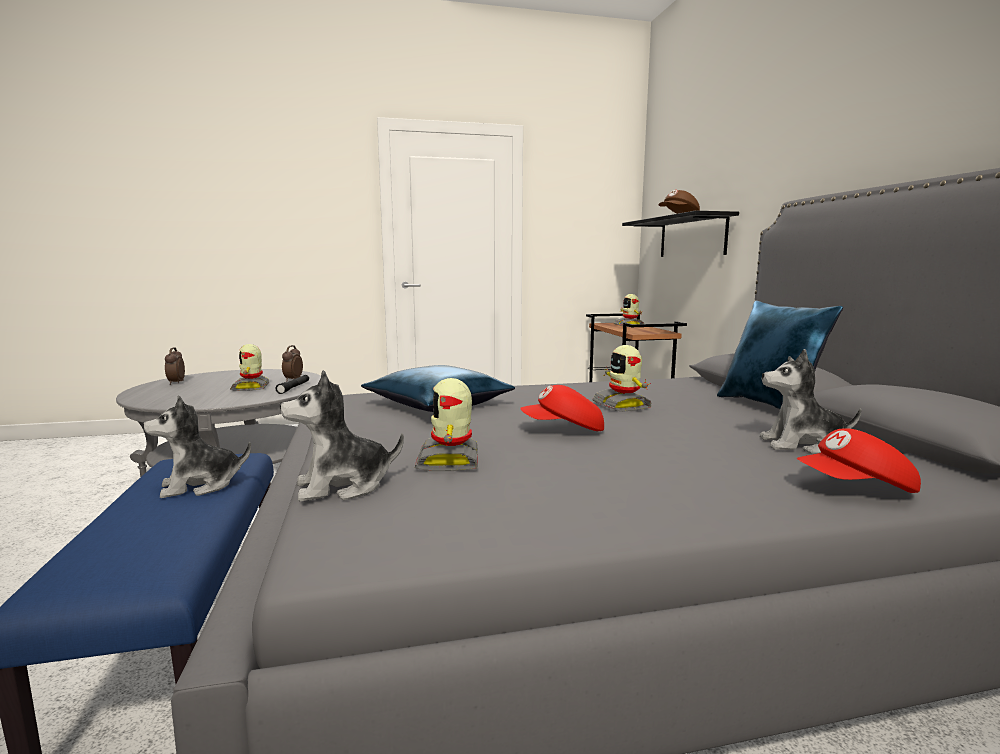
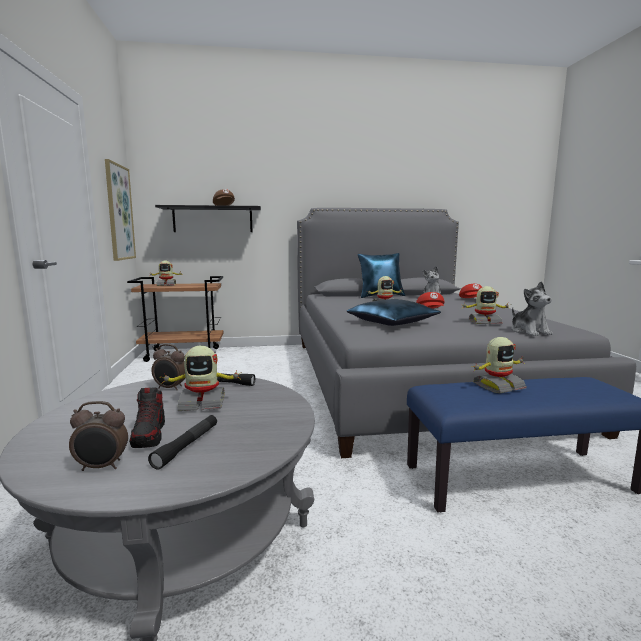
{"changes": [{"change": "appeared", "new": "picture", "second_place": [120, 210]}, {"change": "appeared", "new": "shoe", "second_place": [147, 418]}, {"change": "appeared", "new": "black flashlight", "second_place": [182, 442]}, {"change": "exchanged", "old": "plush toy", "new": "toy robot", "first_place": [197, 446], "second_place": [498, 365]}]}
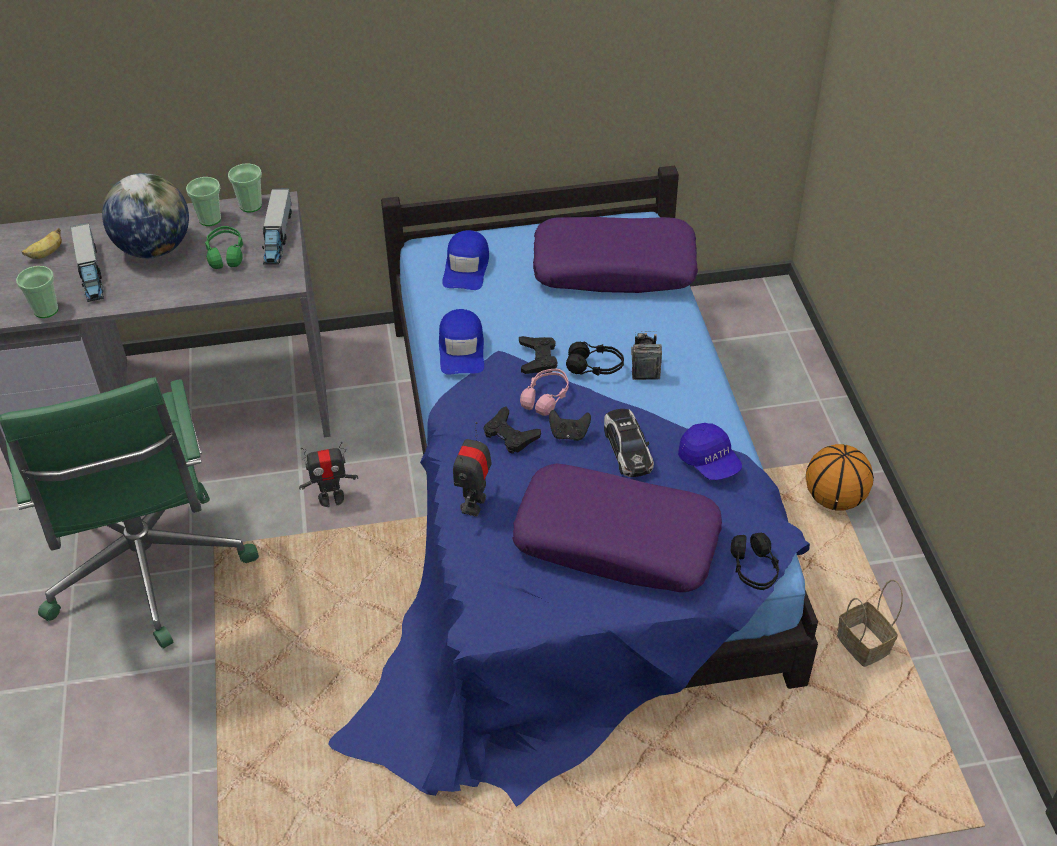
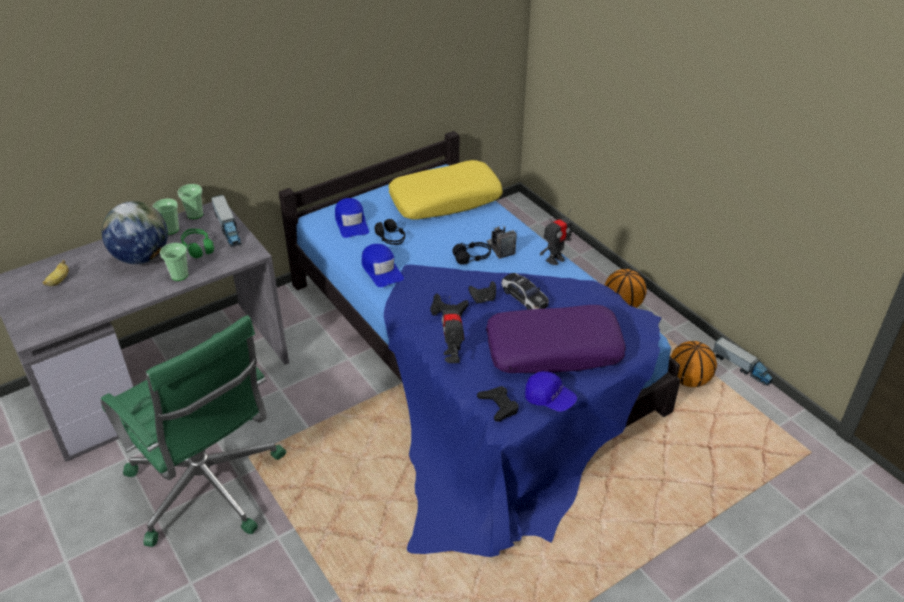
{"changes": [{"change": "missing", "old": "pink headphones", "first_place": [544, 392]}, {"change": "relocated", "old": "cup", "first_place": [37, 292], "second_place": [174, 262]}, {"change": "relocated", "old": "toy truck", "first_place": [87, 262], "second_place": [742, 361]}, {"change": "relocated", "old": "toy robot", "first_place": [328, 474], "second_place": [556, 237]}, {"change": "relocated", "old": "black game controller", "first_place": [538, 355], "second_place": [498, 404]}, {"change": "relocated", "old": "blue cap", "first_place": [710, 451], "second_place": [551, 391]}, {"change": "relocated", "old": "black headphones", "first_place": [755, 561], "second_place": [389, 232]}, {"change": "exchanged", "old": "basket", "new": "basketball", "first_place": [870, 623], "second_place": [694, 364]}, {"change": "colour", "old": "purple pillow", "new": "yellow pillow", "first_place": [615, 255], "second_place": [445, 189]}]}
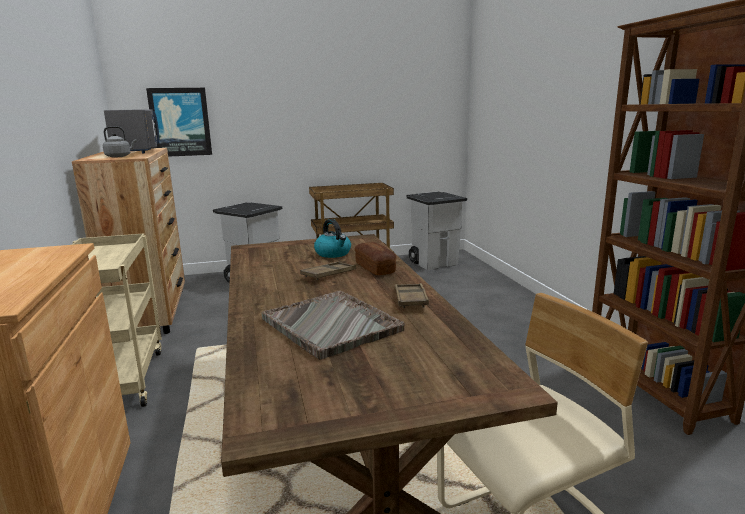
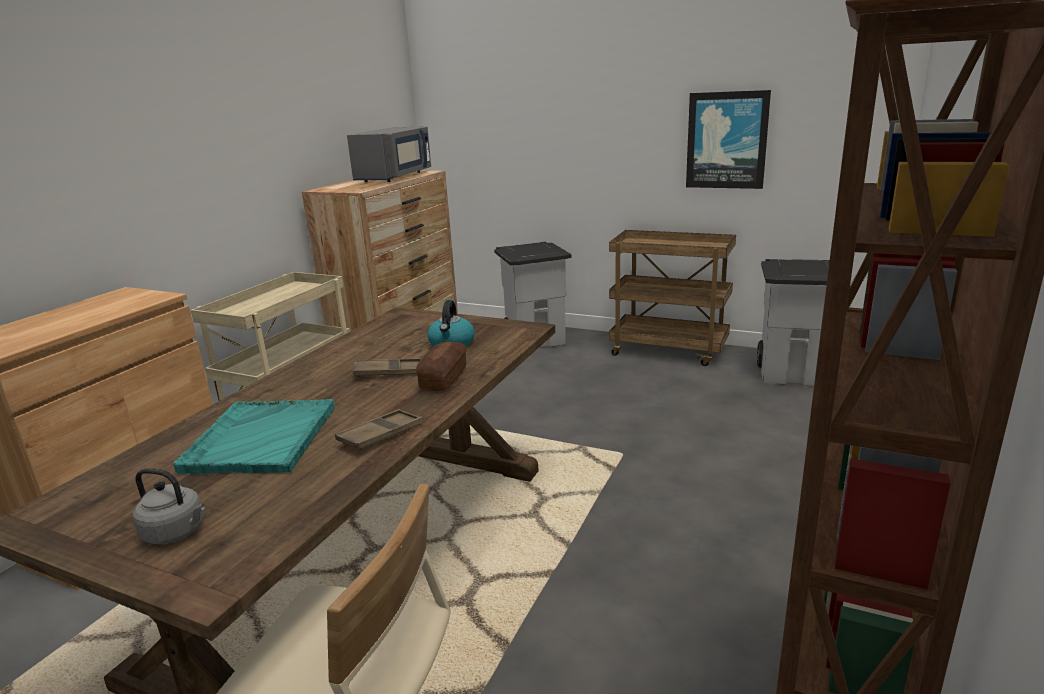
{"changes": [{"change": "relocated", "old": "grey kettle", "first_place": [120, 142], "second_place": [169, 506]}, {"change": "relocated", "old": "picture", "first_place": [179, 122], "second_place": [728, 139]}, {"change": "colour", "old": "grey tray", "new": "turquoise tray", "first_place": [333, 325], "second_place": [254, 436]}]}
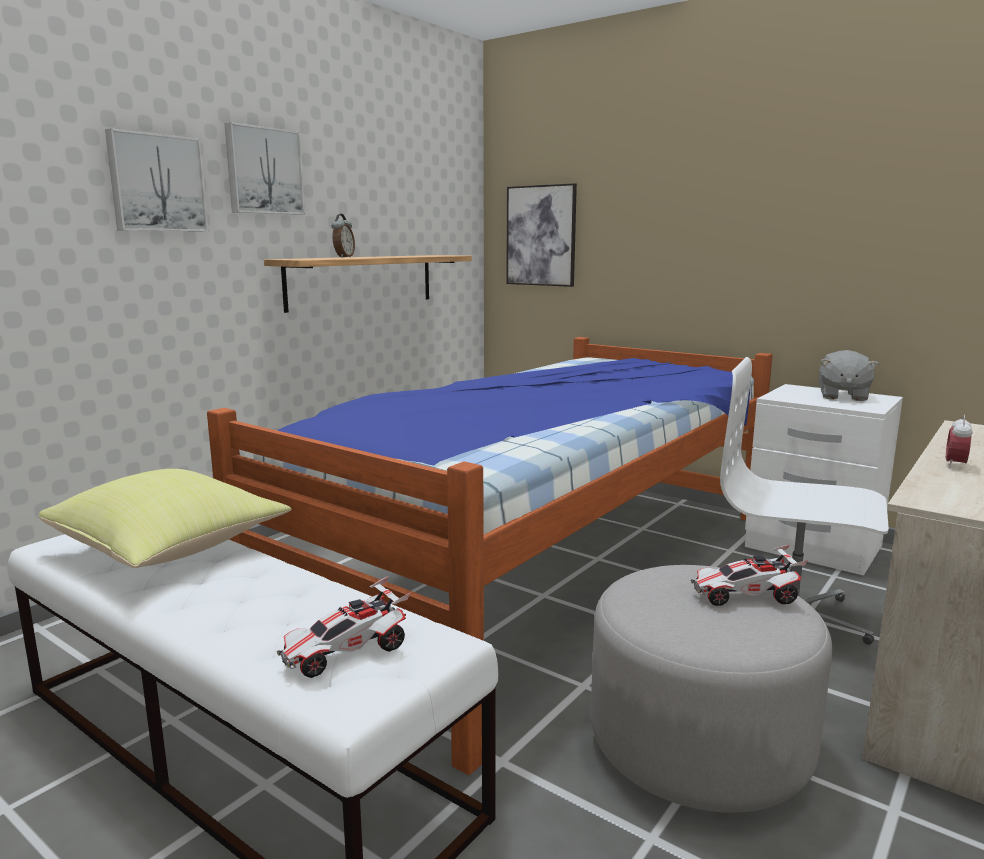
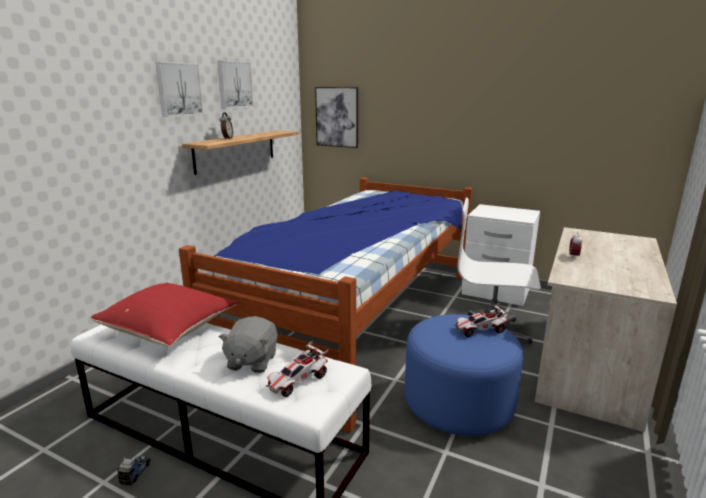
{"changes": [{"change": "appeared", "new": "toy truck", "second_place": [133, 470]}, {"change": "relocated", "old": "picture", "first_place": [157, 179], "second_place": [235, 84]}, {"change": "relocated", "old": "grey plush toy", "first_place": [849, 375], "second_place": [248, 344]}, {"change": "colour", "old": "yellow pillow", "new": "red pillow", "first_place": [165, 518], "second_place": [165, 314]}, {"change": "colour", "old": "grey ottoman", "new": "blue ottoman", "first_place": [711, 689], "second_place": [464, 375]}]}
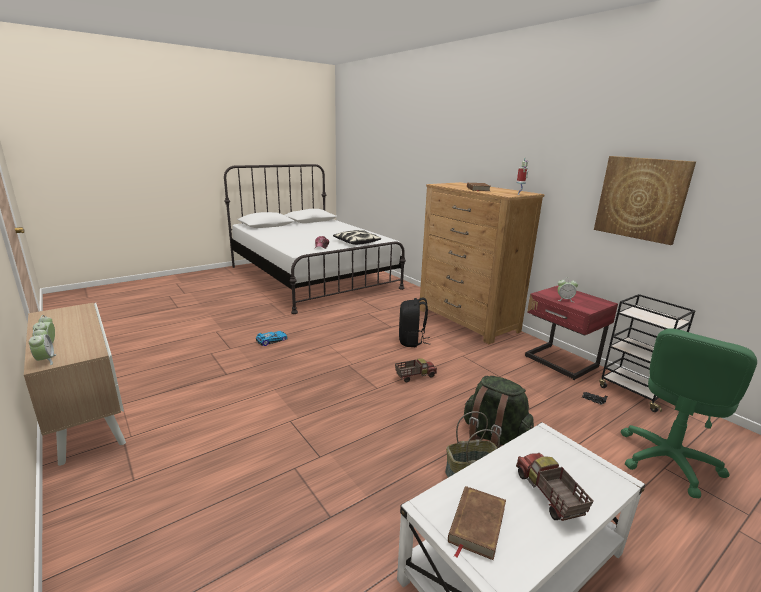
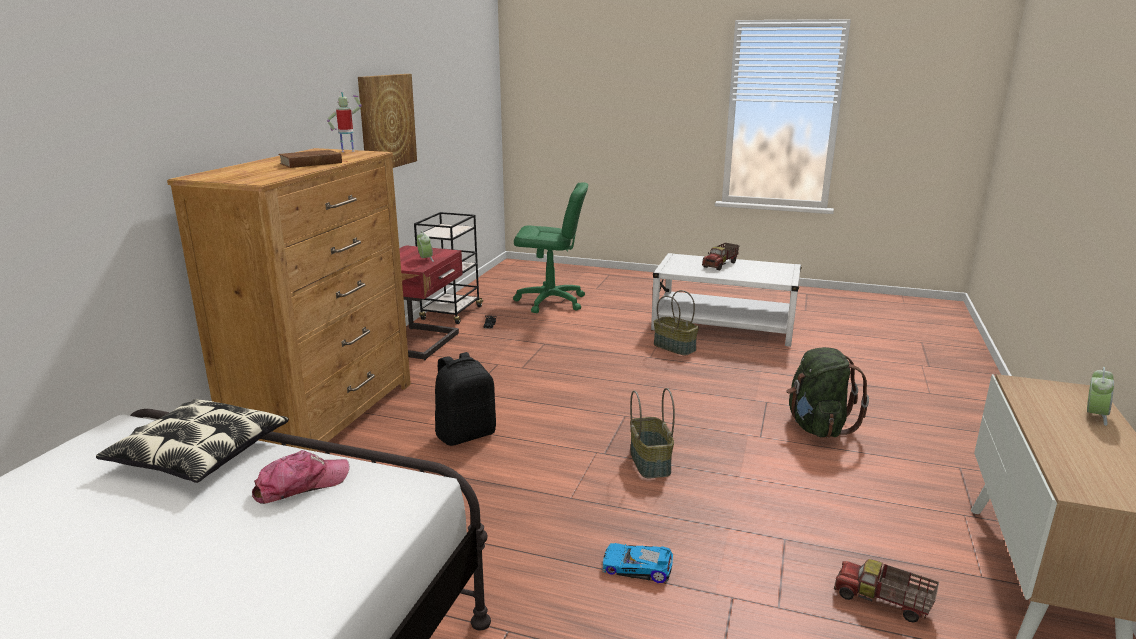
{"changes": [{"change": "missing", "old": "alarm clock", "first_place": [42, 346]}, {"change": "missing", "old": "brown book", "first_place": [477, 523]}, {"change": "appeared", "new": "basket", "second_place": [652, 433]}, {"change": "relocated", "old": "toy truck", "first_place": [416, 370], "second_place": [886, 591]}, {"change": "relocated", "old": "green backpack", "first_place": [499, 411], "second_place": [828, 392]}]}
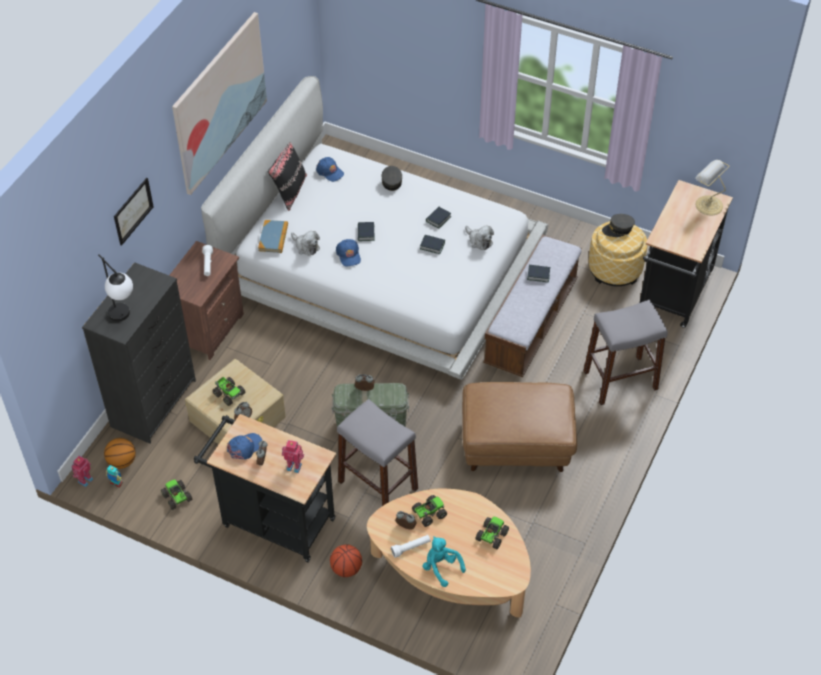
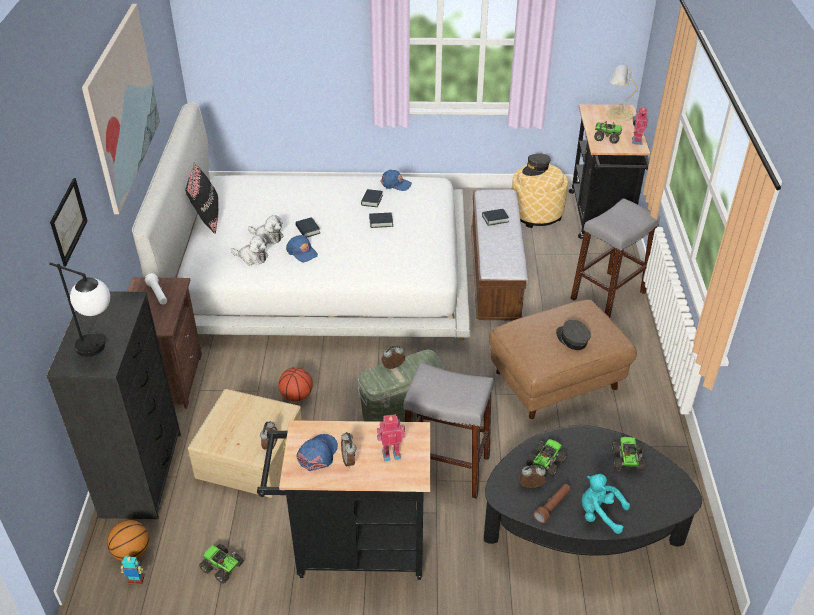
{"changes": [{"change": "missing", "old": "book", "first_place": [273, 236]}, {"change": "relocated", "old": "toy robot", "first_place": [82, 471], "second_place": [639, 126]}, {"change": "relocated", "old": "toy truck", "first_place": [229, 391], "second_place": [608, 132]}, {"change": "relocated", "old": "blue cap", "first_place": [330, 169], "second_place": [396, 180]}, {"change": "relocated", "old": "basketball", "first_place": [346, 560], "second_place": [295, 384]}, {"change": "relocated", "old": "grey cap", "first_place": [392, 178], "second_place": [573, 335]}, {"change": "relocated", "old": "plush toy", "first_place": [479, 238], "second_place": [266, 229]}, {"change": "colour", "old": "beige coffee table", "new": "black coffee table", "first_place": [449, 552], "second_place": [593, 490]}, {"change": "colour", "old": "white flashlight", "new": "brown flashlight", "first_place": [410, 546], "second_place": [552, 503]}]}
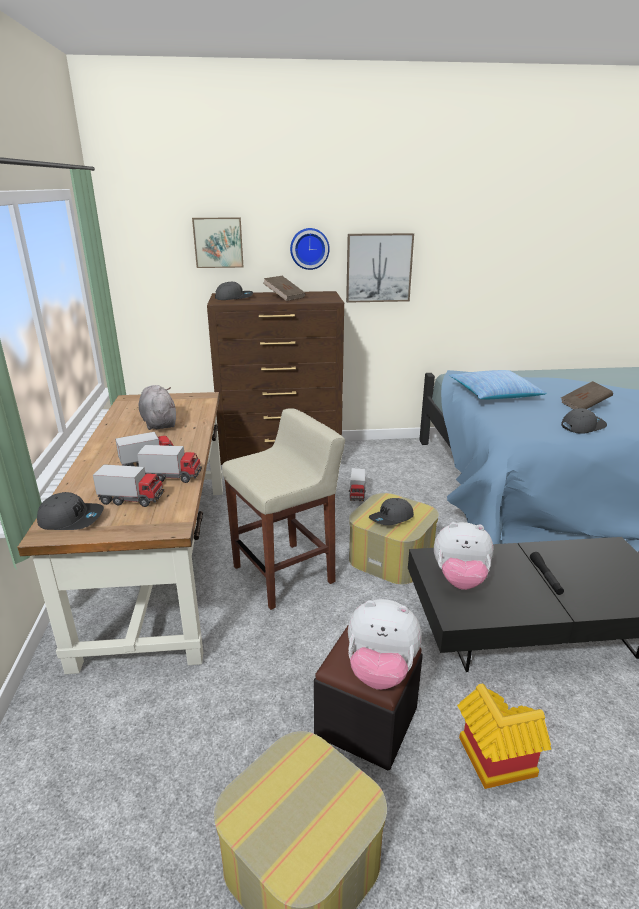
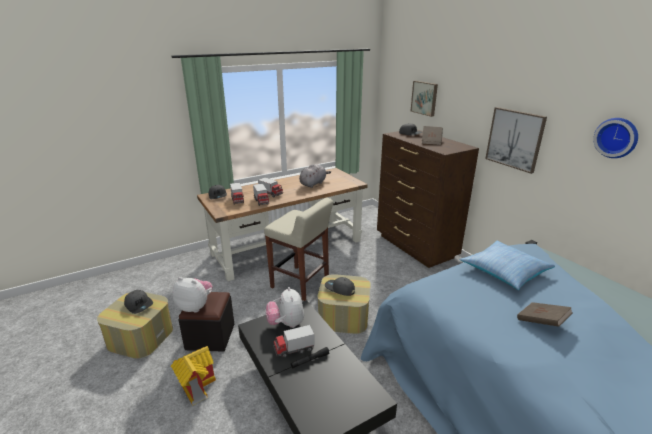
{"changes": [{"change": "relocated", "old": "wall clock", "first_place": [310, 249], "second_place": [615, 138]}, {"change": "relocated", "old": "toy truck", "first_place": [357, 484], "second_place": [294, 341]}, {"change": "relocated", "old": "grey cap", "first_place": [584, 421], "second_place": [138, 302]}, {"change": "spun", "old": "plush toy", "first_place": [385, 644], "second_place": [192, 295], "degrees": 120}]}
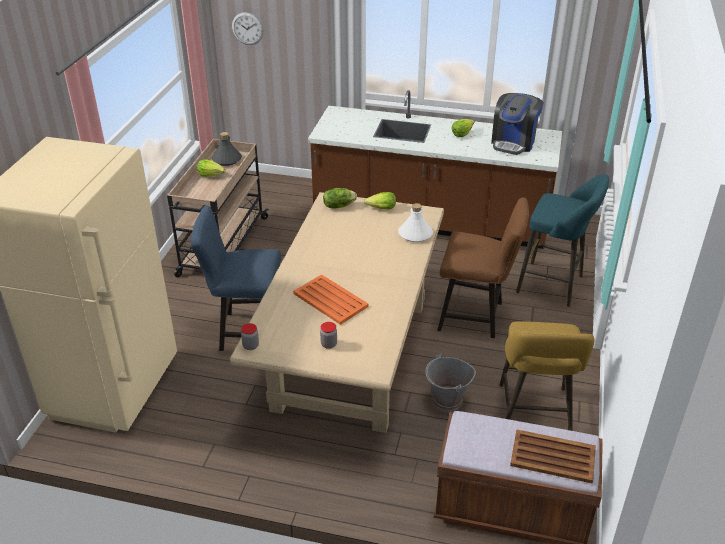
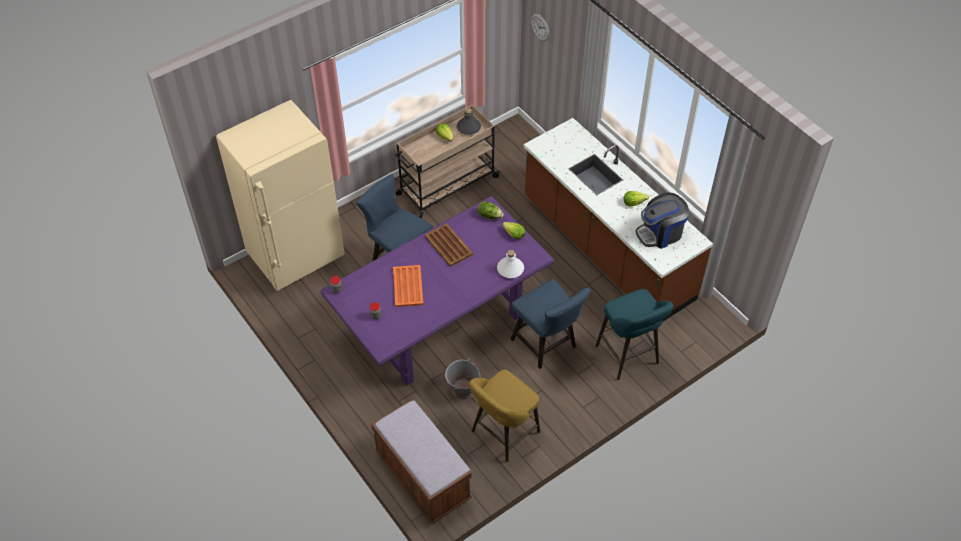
{"changes": [{"change": "relocated", "old": "brown tray", "first_place": [553, 456], "second_place": [449, 245]}, {"change": "colour", "old": "beige dining table", "new": "purple dining table", "first_place": [337, 312], "second_place": [437, 290]}, {"change": "colour", "old": "brown chair", "new": "blue chair", "first_place": [483, 268], "second_place": [550, 324]}]}
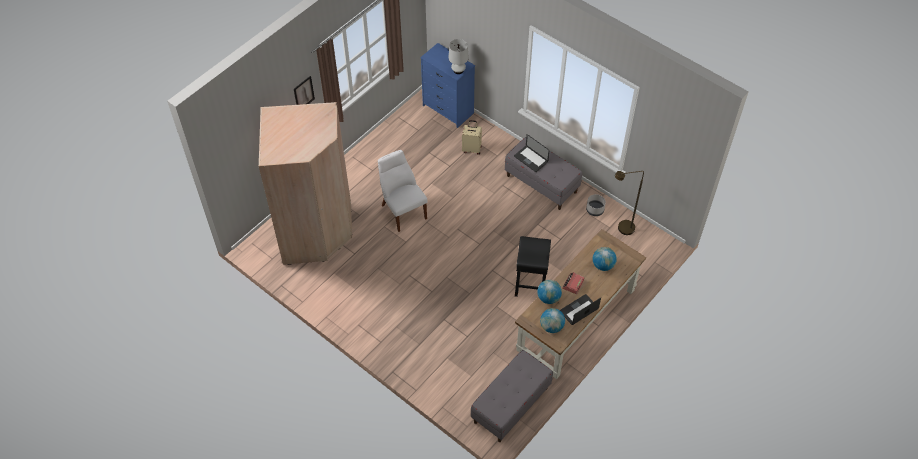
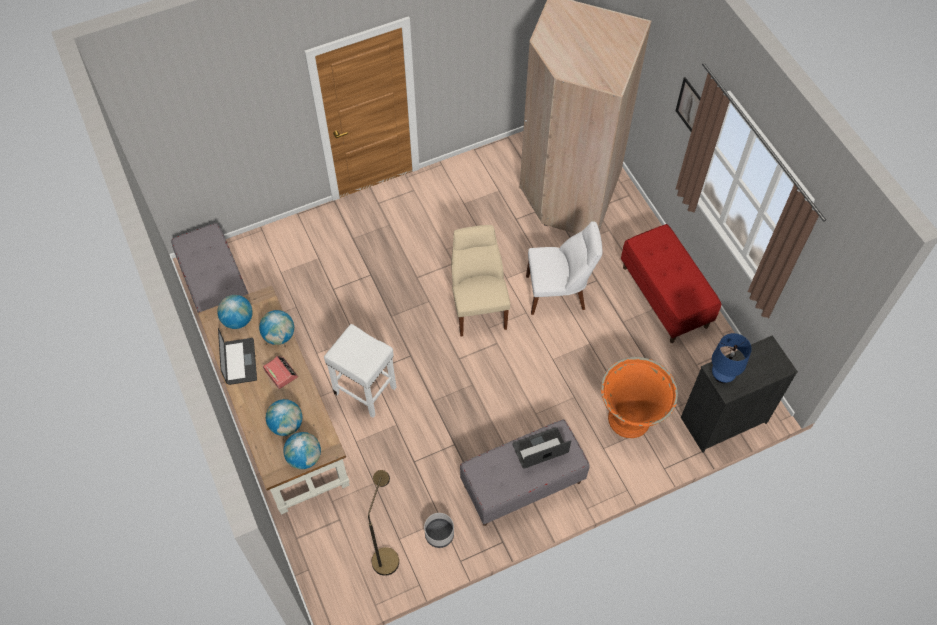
{"changes": [{"change": "appeared", "new": "globe", "second_place": [302, 450]}, {"change": "appeared", "new": "beige chair", "second_place": [480, 280]}, {"change": "appeared", "new": "red bench", "second_place": [671, 283]}, {"change": "exchanged", "old": "beige suitcase", "new": "orange planter", "first_place": [472, 137], "second_place": [639, 397]}, {"change": "colour", "old": "blue dresser", "new": "black dresser", "first_place": [447, 85], "second_place": [739, 394]}, {"change": "colour", "old": "white table lamp", "new": "blue table lamp", "first_place": [459, 56], "second_place": [732, 358]}, {"change": "colour", "old": "black stool", "new": "white stool", "first_place": [533, 266], "second_place": [360, 371]}]}
